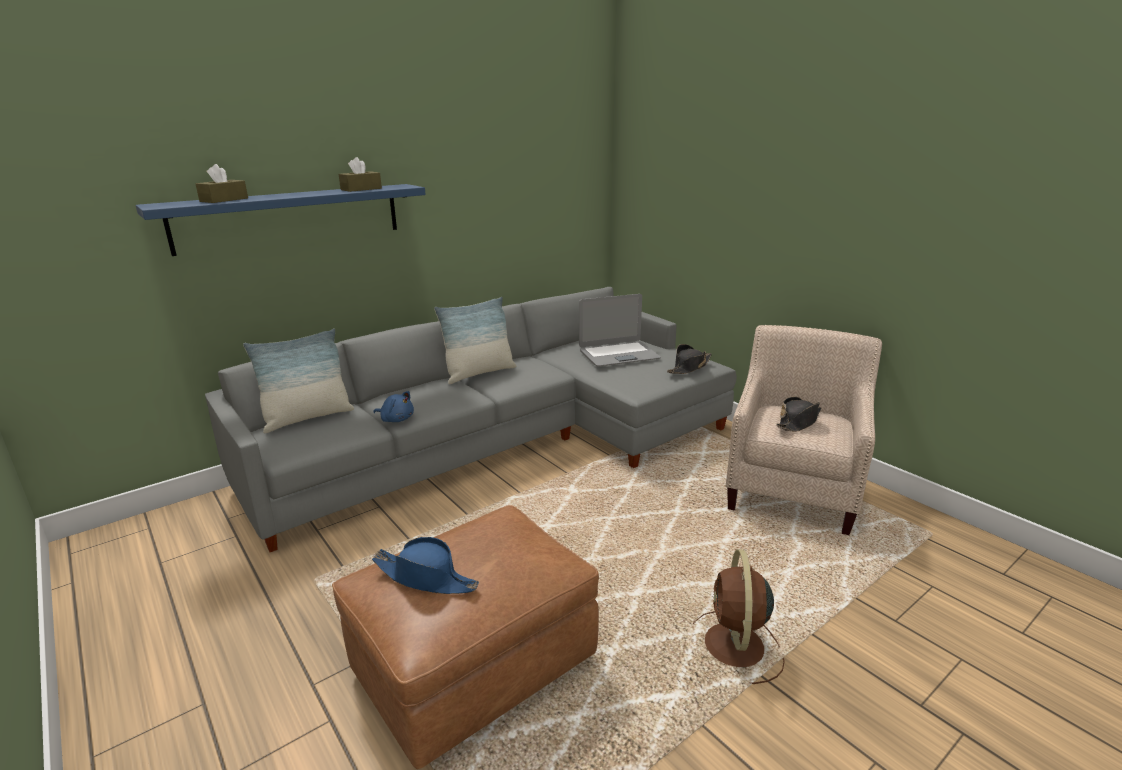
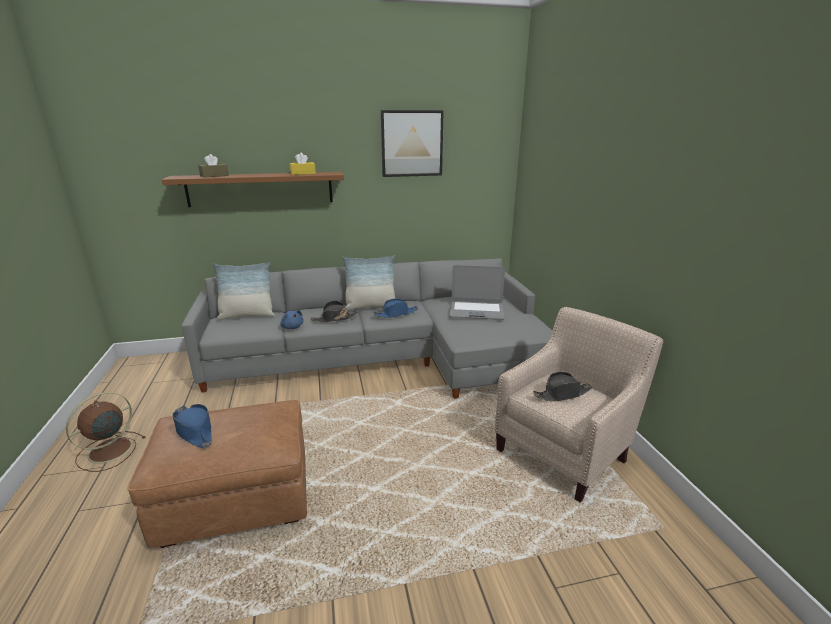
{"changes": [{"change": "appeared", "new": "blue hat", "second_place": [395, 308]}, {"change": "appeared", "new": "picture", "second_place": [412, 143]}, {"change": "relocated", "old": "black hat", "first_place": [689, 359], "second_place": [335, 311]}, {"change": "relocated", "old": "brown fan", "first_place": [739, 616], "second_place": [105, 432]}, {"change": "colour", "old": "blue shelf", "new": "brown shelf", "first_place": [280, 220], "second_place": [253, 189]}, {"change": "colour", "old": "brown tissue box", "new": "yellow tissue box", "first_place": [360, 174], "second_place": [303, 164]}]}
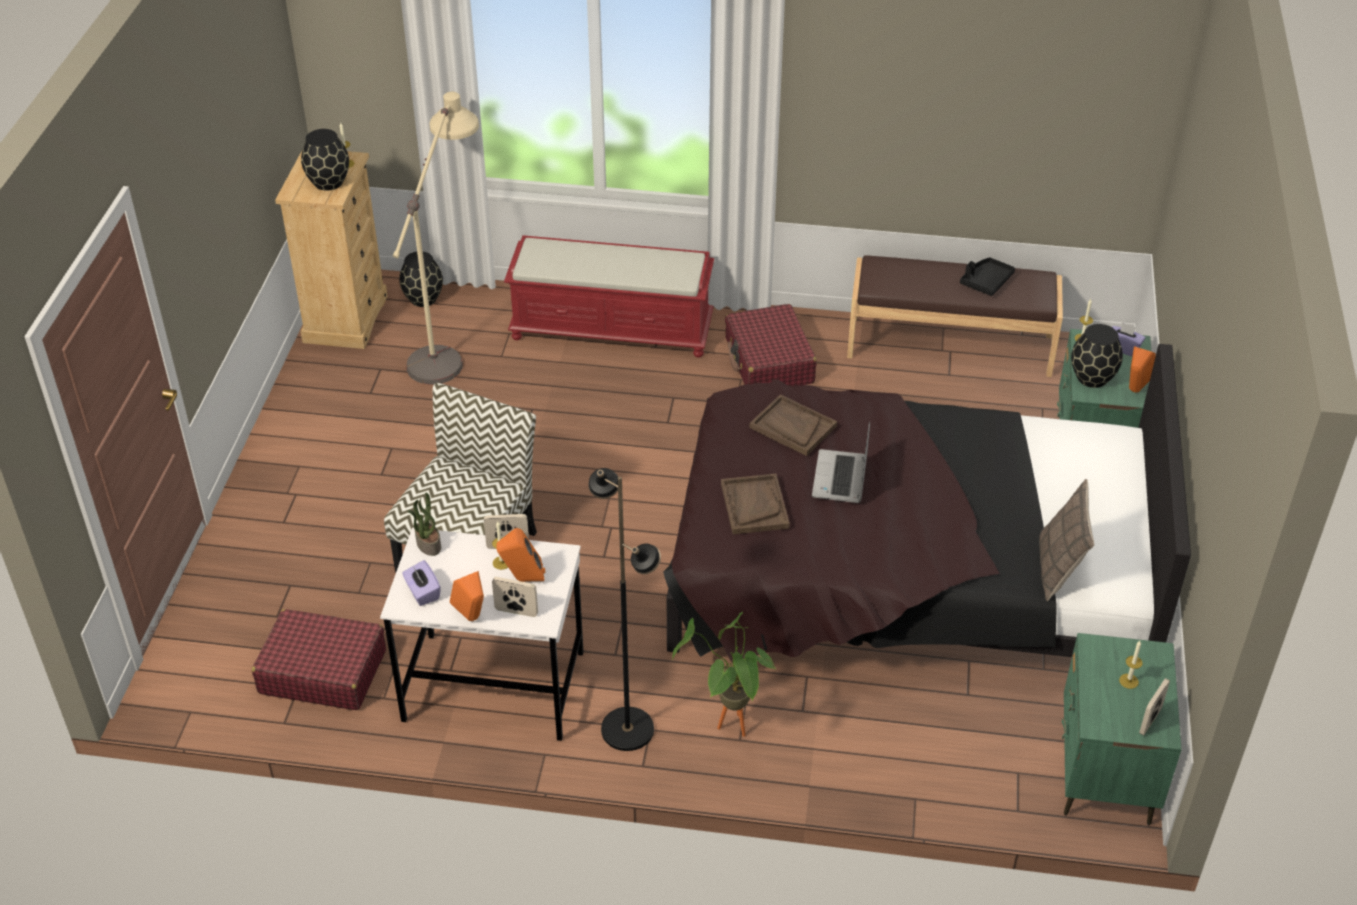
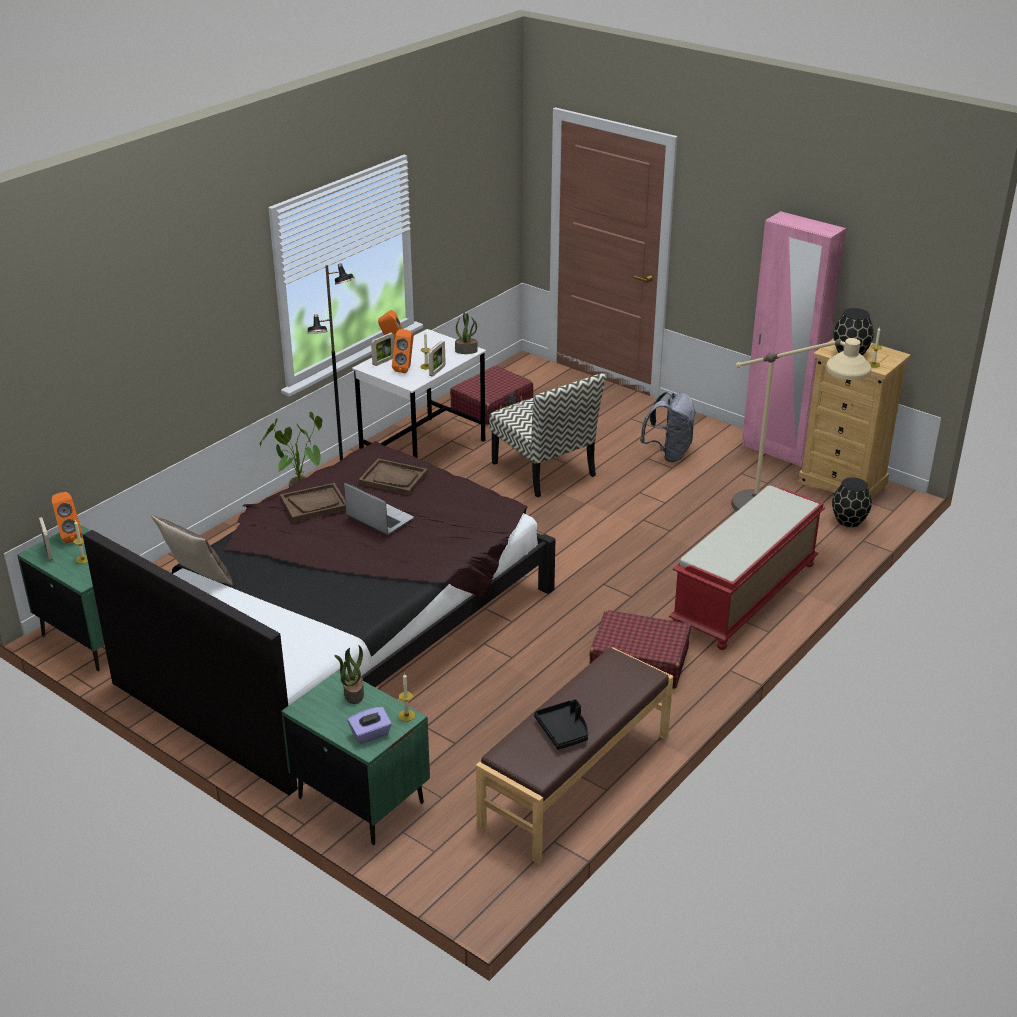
{"changes": [{"change": "missing", "old": "purple tissue box", "first_place": [421, 583]}, {"change": "appeared", "new": "grey backpack", "second_place": [668, 426]}, {"change": "appeared", "new": "pink wardrobe", "second_place": [794, 339]}, {"change": "relocated", "old": "brown tray", "first_place": [793, 425], "second_place": [313, 502]}, {"change": "relocated", "old": "orange speaker", "first_place": [1142, 369], "second_place": [67, 517]}, {"change": "exchanged", "old": "black vase", "new": "potted plant", "first_place": [1097, 356], "second_place": [349, 674]}]}
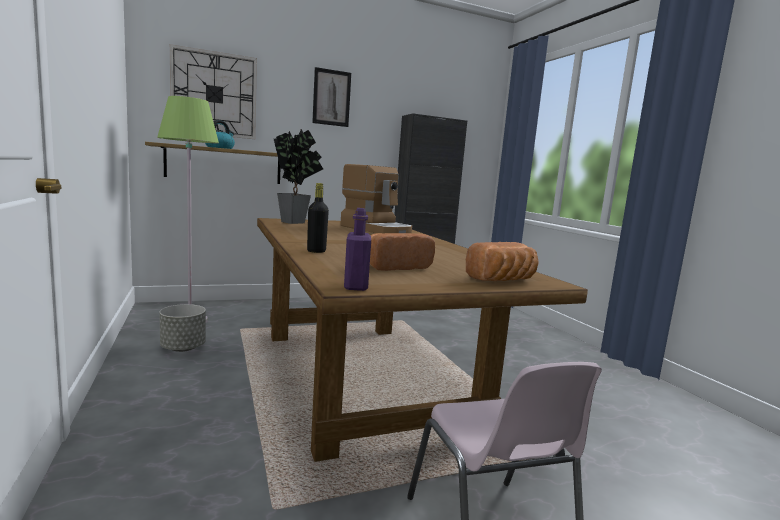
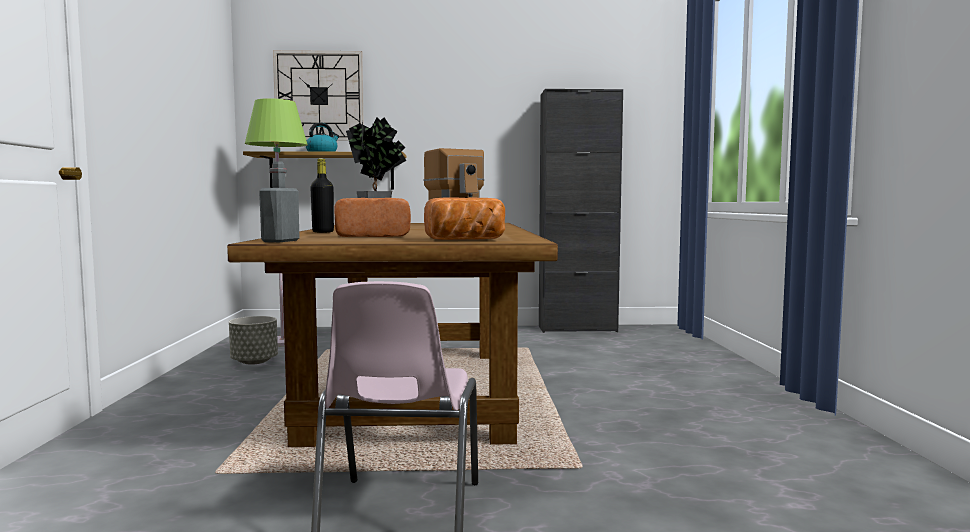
{"changes": [{"change": "missing", "old": "picture", "first_place": [331, 97]}, {"change": "colour", "old": "purple bottle", "new": "grey bottle", "first_place": [357, 249], "second_place": [279, 201]}]}
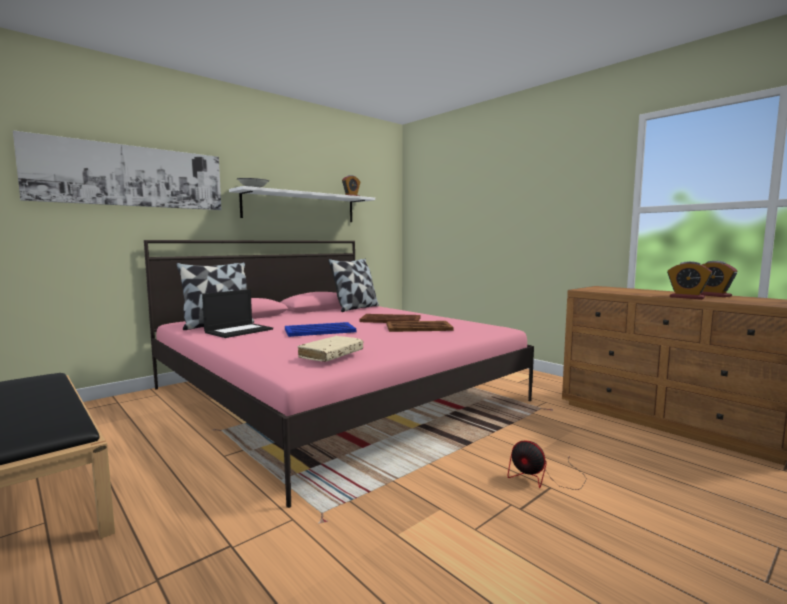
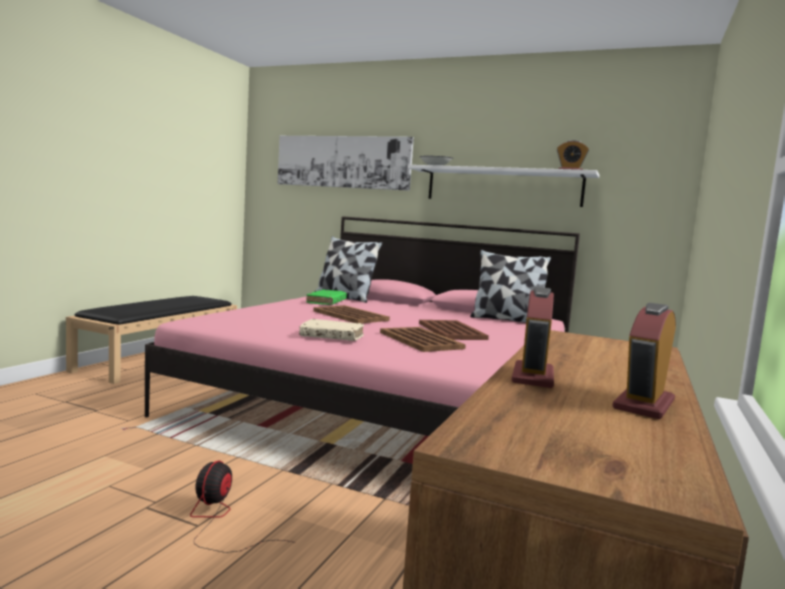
{"changes": [{"change": "relocated", "old": "beige book", "first_place": [330, 349], "second_place": [331, 330]}, {"change": "exchanged", "old": "laptop", "new": "green book", "first_place": [237, 313], "second_place": [326, 297]}, {"change": "colour", "old": "blue tray", "new": "brown tray", "first_place": [320, 329], "second_place": [351, 314]}]}
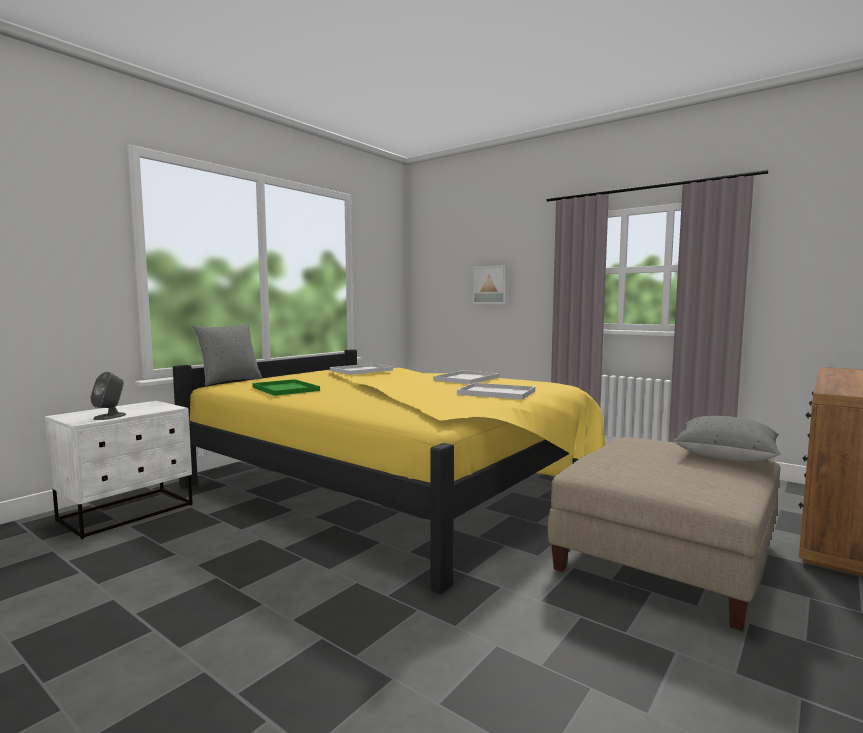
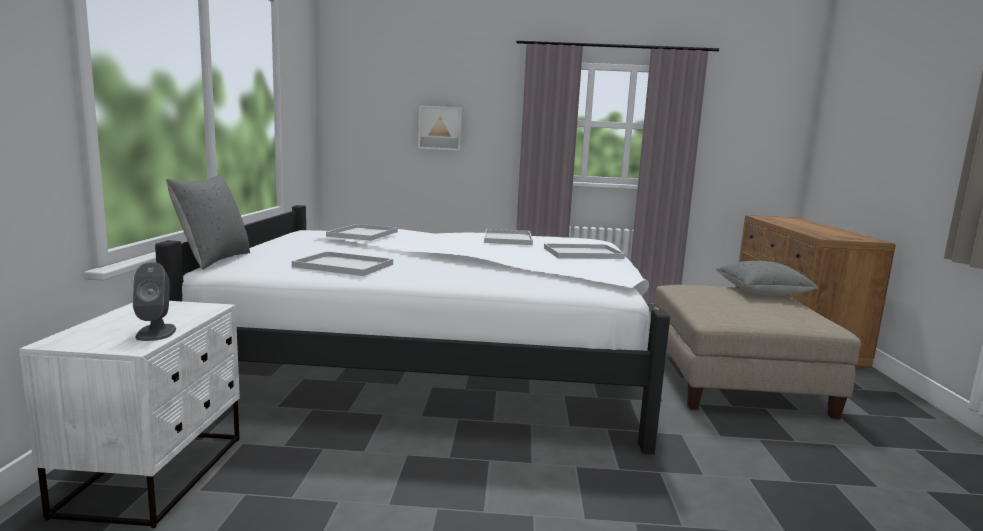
{"changes": [{"change": "colour", "old": "yellow bed", "new": "white bed", "first_place": [389, 471], "second_place": [412, 329]}, {"change": "colour", "old": "green tray", "new": "white tray", "first_place": [286, 387], "second_place": [342, 263]}]}
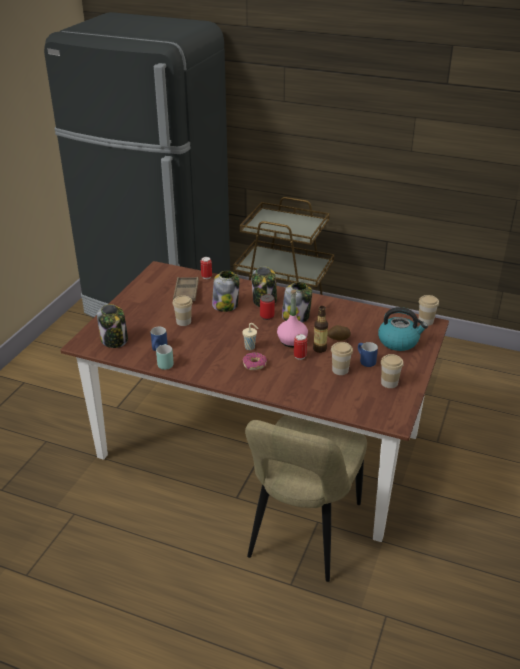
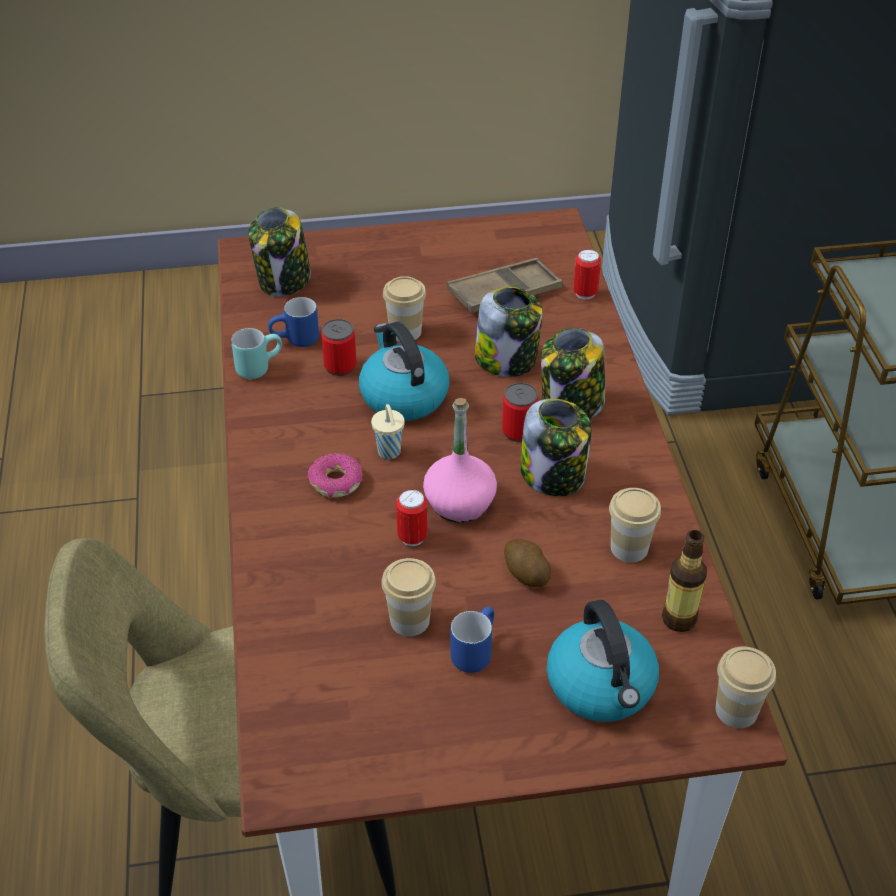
{"changes": [{"change": "appeared", "new": "can", "second_place": [339, 347]}, {"change": "appeared", "new": "kettle", "second_place": [404, 371]}, {"change": "relocated", "old": "bottle", "first_place": [320, 329], "second_place": [684, 581]}, {"change": "relocated", "old": "cup", "first_place": [392, 371], "second_place": [635, 525]}]}
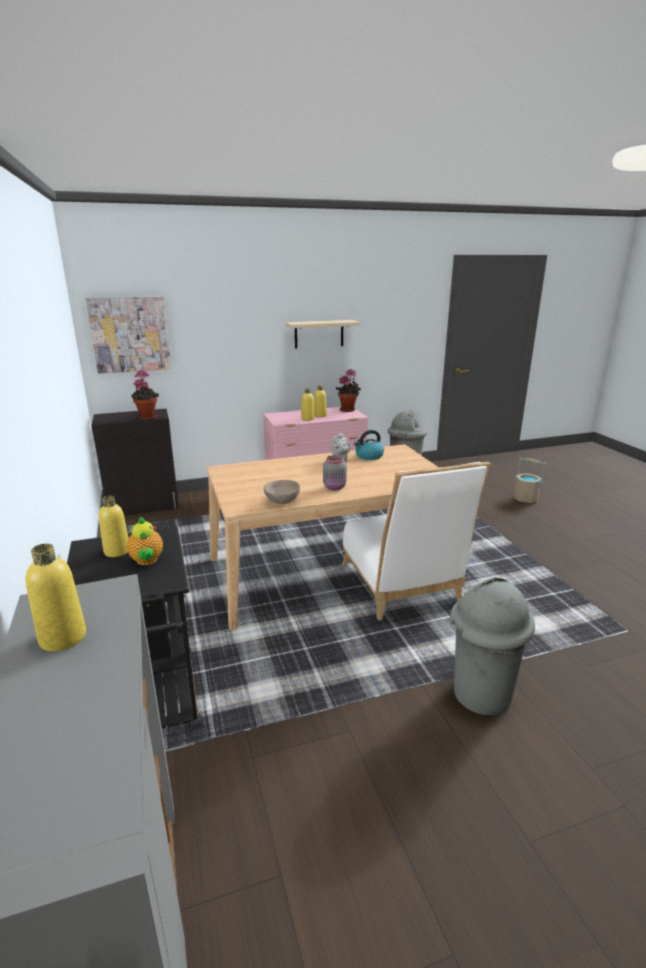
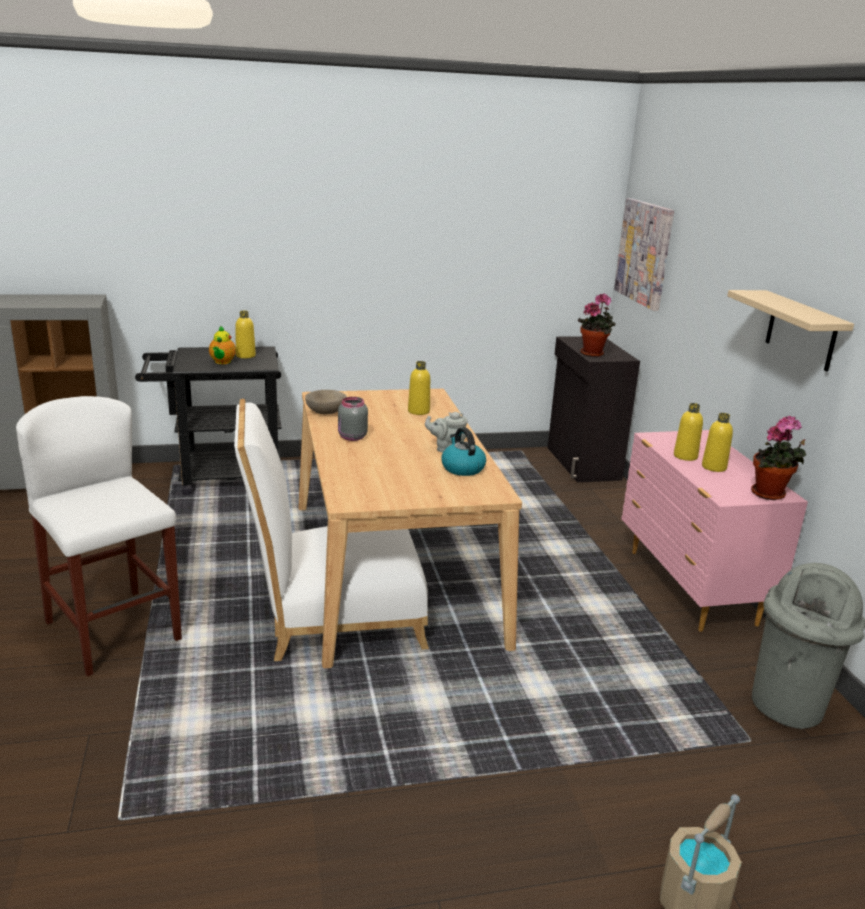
{"changes": [{"change": "relocated", "old": "yellow bottle", "first_place": [55, 597], "second_place": [419, 388]}, {"change": "exchanged", "old": "grey trash can", "new": "white stool", "first_place": [492, 646], "second_place": [99, 536]}, {"change": "spun", "old": "teapot", "first_place": [145, 540], "second_place": [222, 345], "degrees": -75}]}
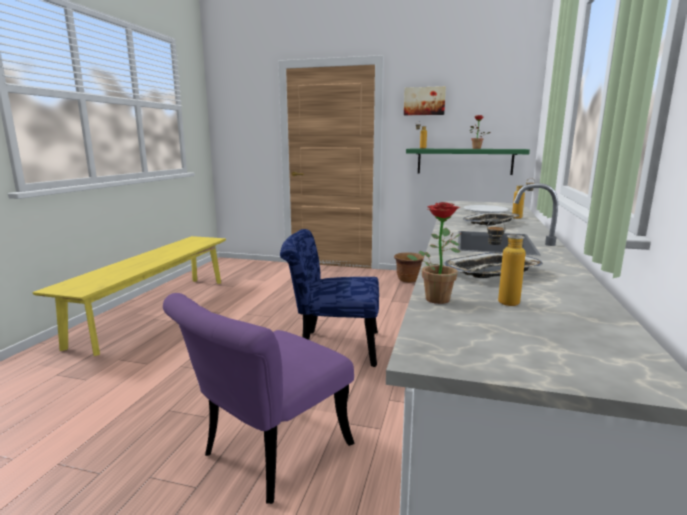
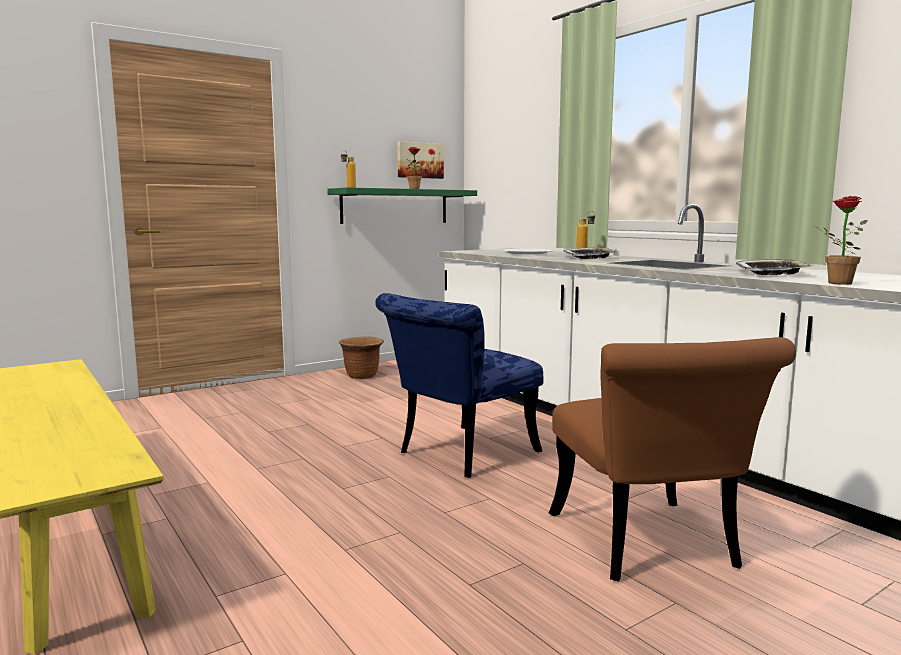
{"changes": [{"change": "missing", "old": "bottle", "first_place": [506, 262]}, {"change": "relocated", "old": "picture", "first_place": [425, 100], "second_place": [420, 160]}, {"change": "colour", "old": "purple chair", "new": "brown chair", "first_place": [259, 398], "second_place": [672, 459]}]}
